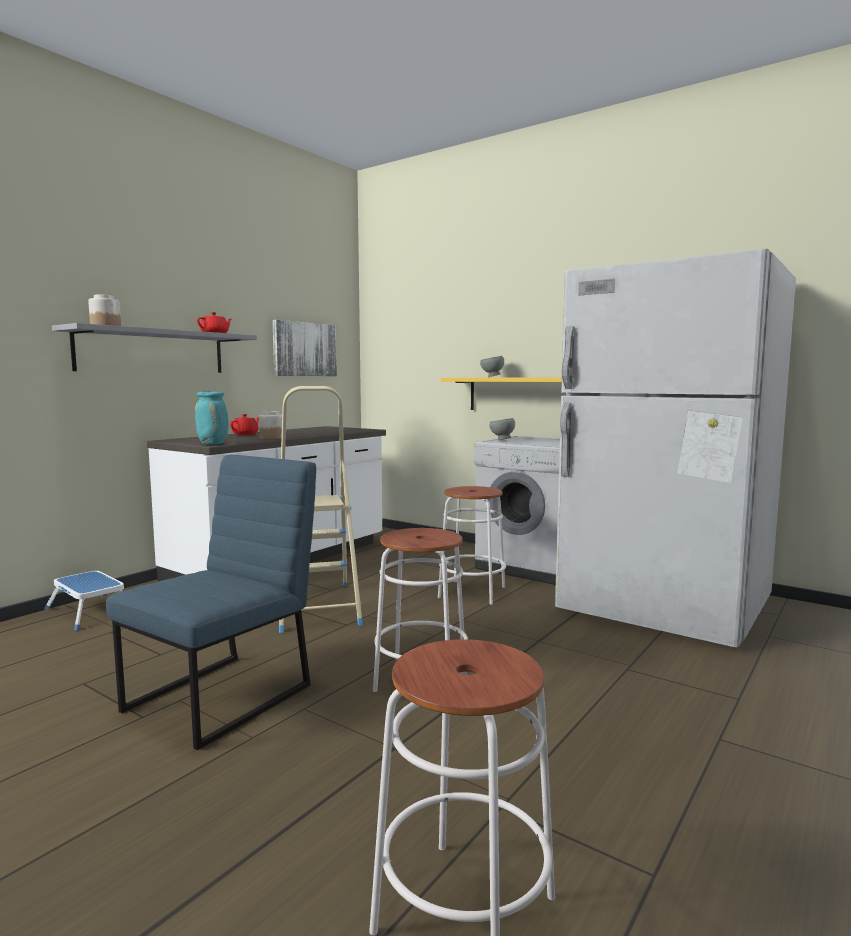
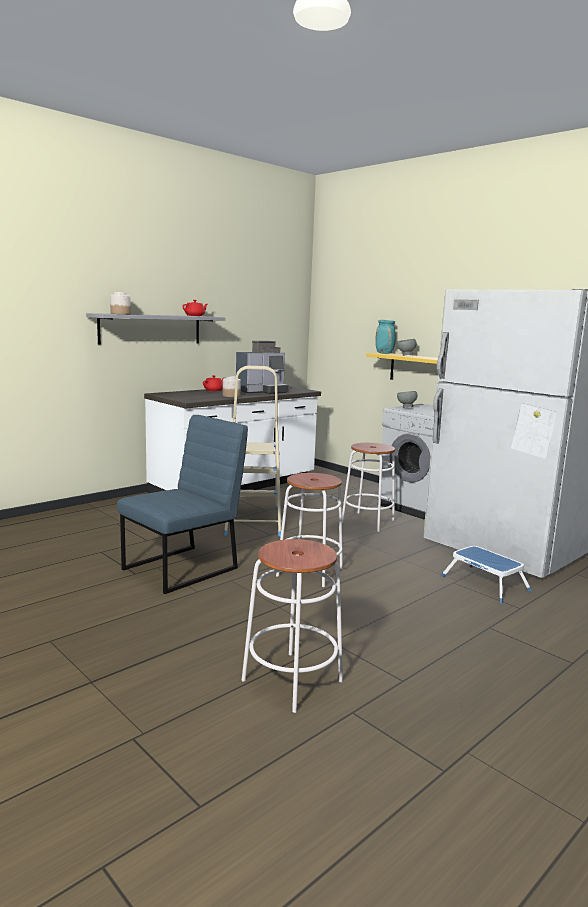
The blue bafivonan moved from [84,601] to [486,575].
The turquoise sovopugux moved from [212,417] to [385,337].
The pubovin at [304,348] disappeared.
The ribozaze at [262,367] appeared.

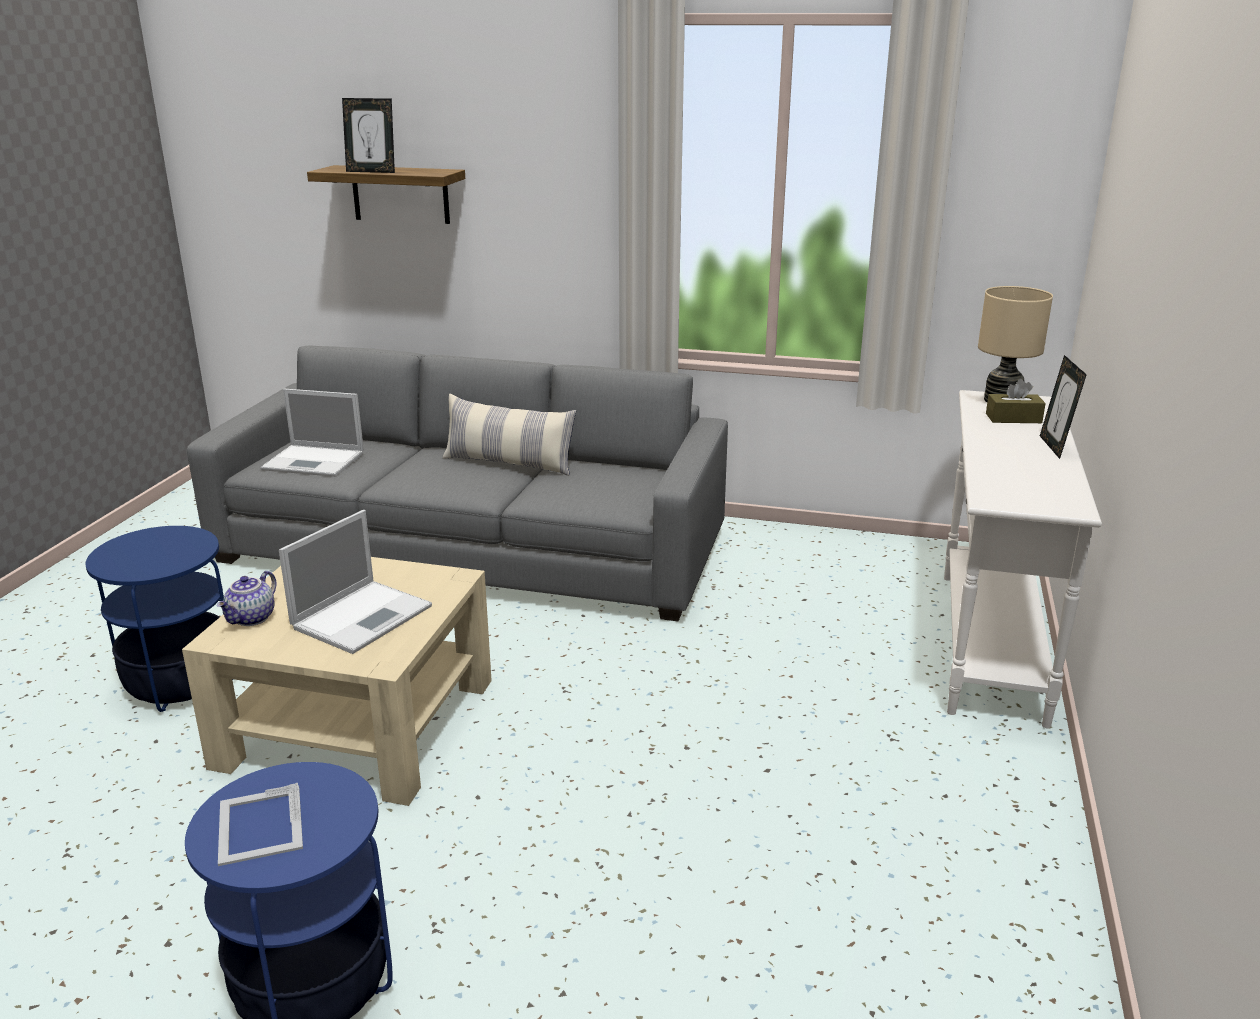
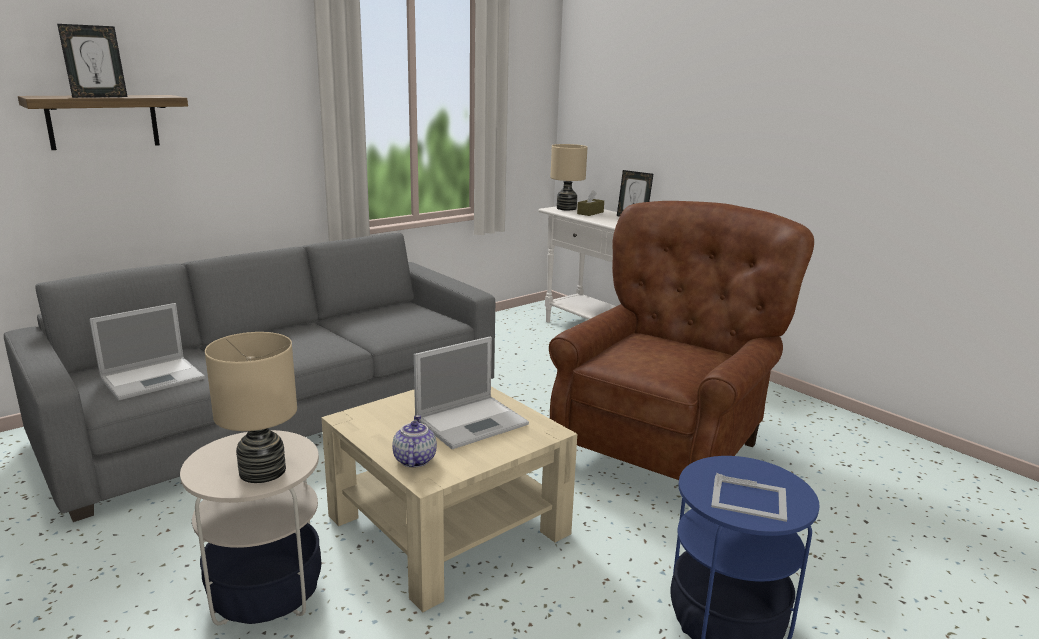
The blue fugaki at [159,619] became the beige fugaki at [250,527].
The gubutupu at [246,598] turned 150 degrees counterclockwise.
The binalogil at [355,582] turned 75 degrees clockwise.
The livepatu at [509,434] disappeared.
The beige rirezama at [251,407] appeared.
The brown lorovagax at [681,340] appeared.

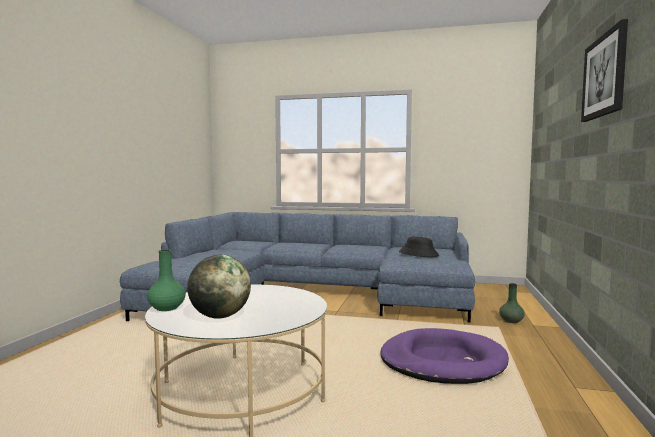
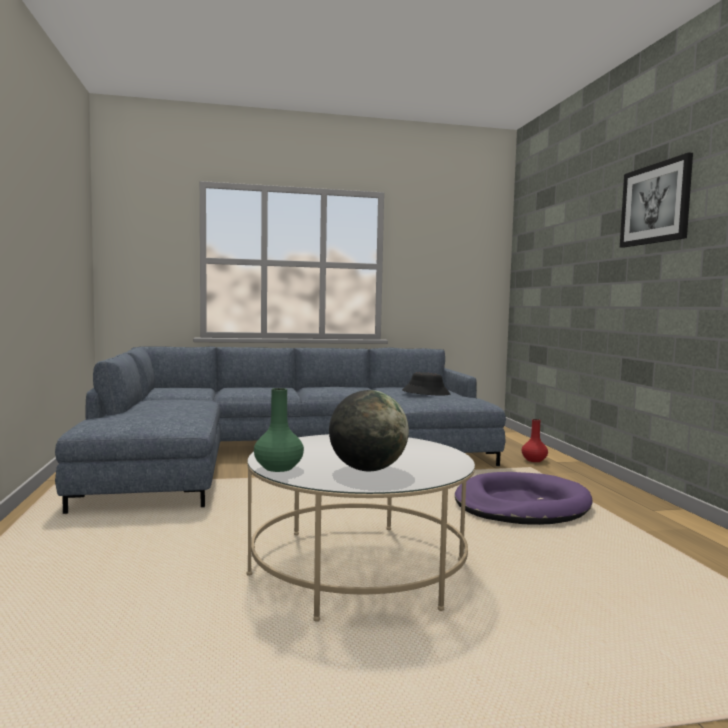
The green sovopugux at [512,303] became the red sovopugux at [534,440].

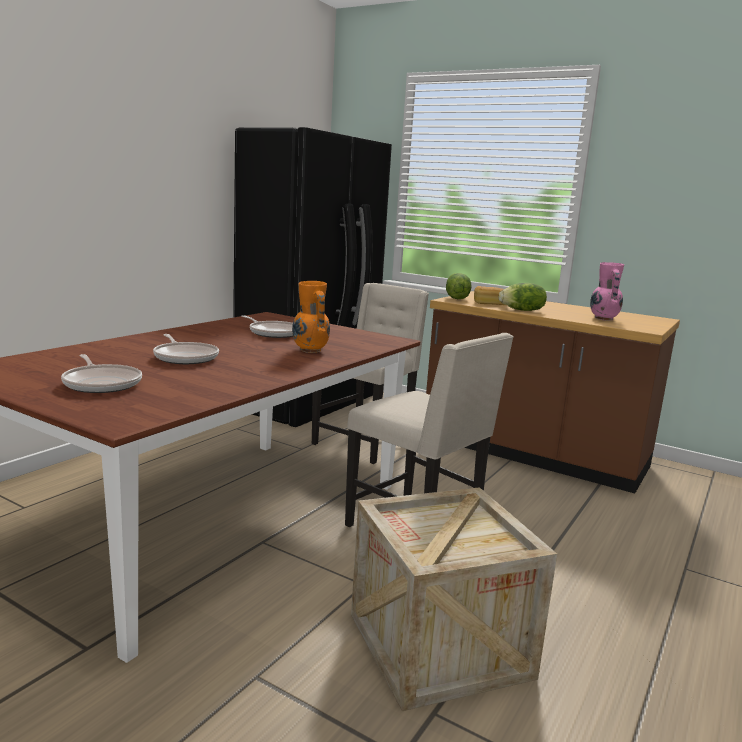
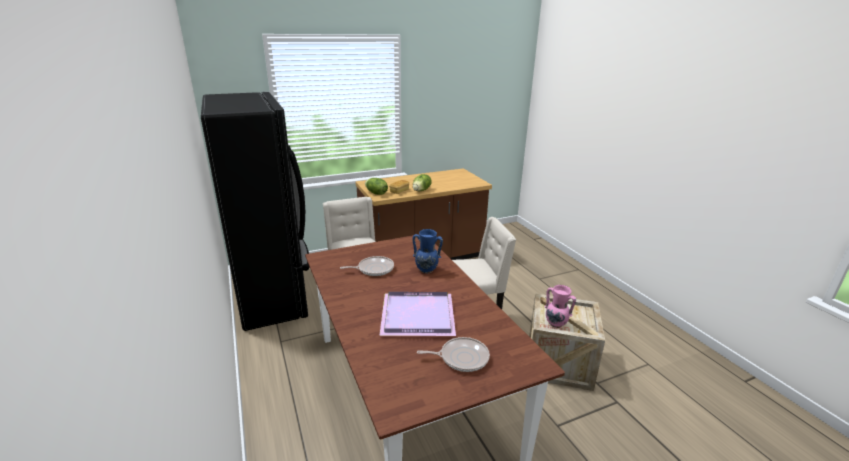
The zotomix at [186,349] was replaced by the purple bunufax at [417,314].
The orange sovopugux at [311,317] became the blue sovopugux at [427,251].
The pink sovopugux moved from [607,291] to [560,306].

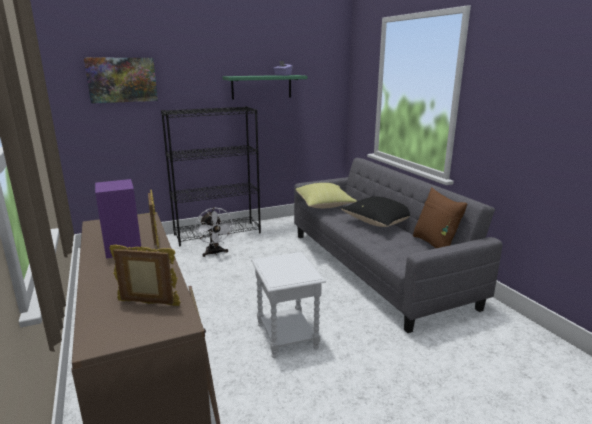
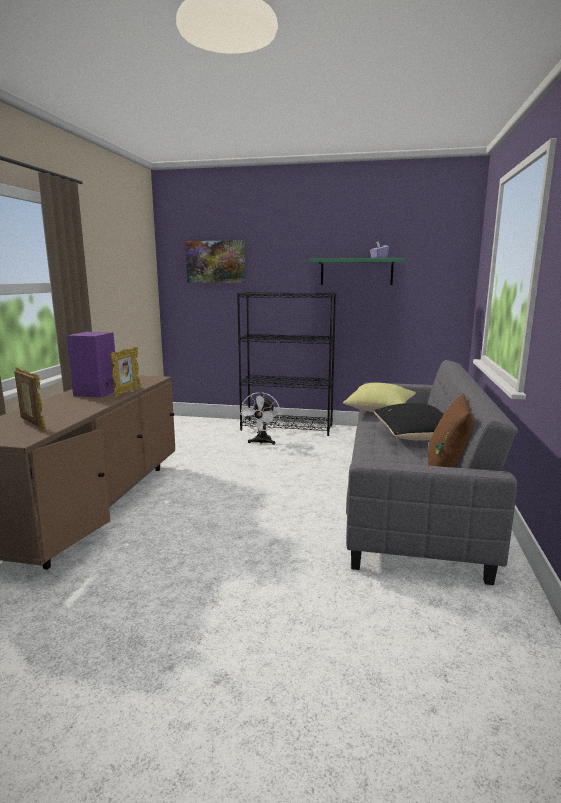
The white fugaki at [288,305] disappeared.

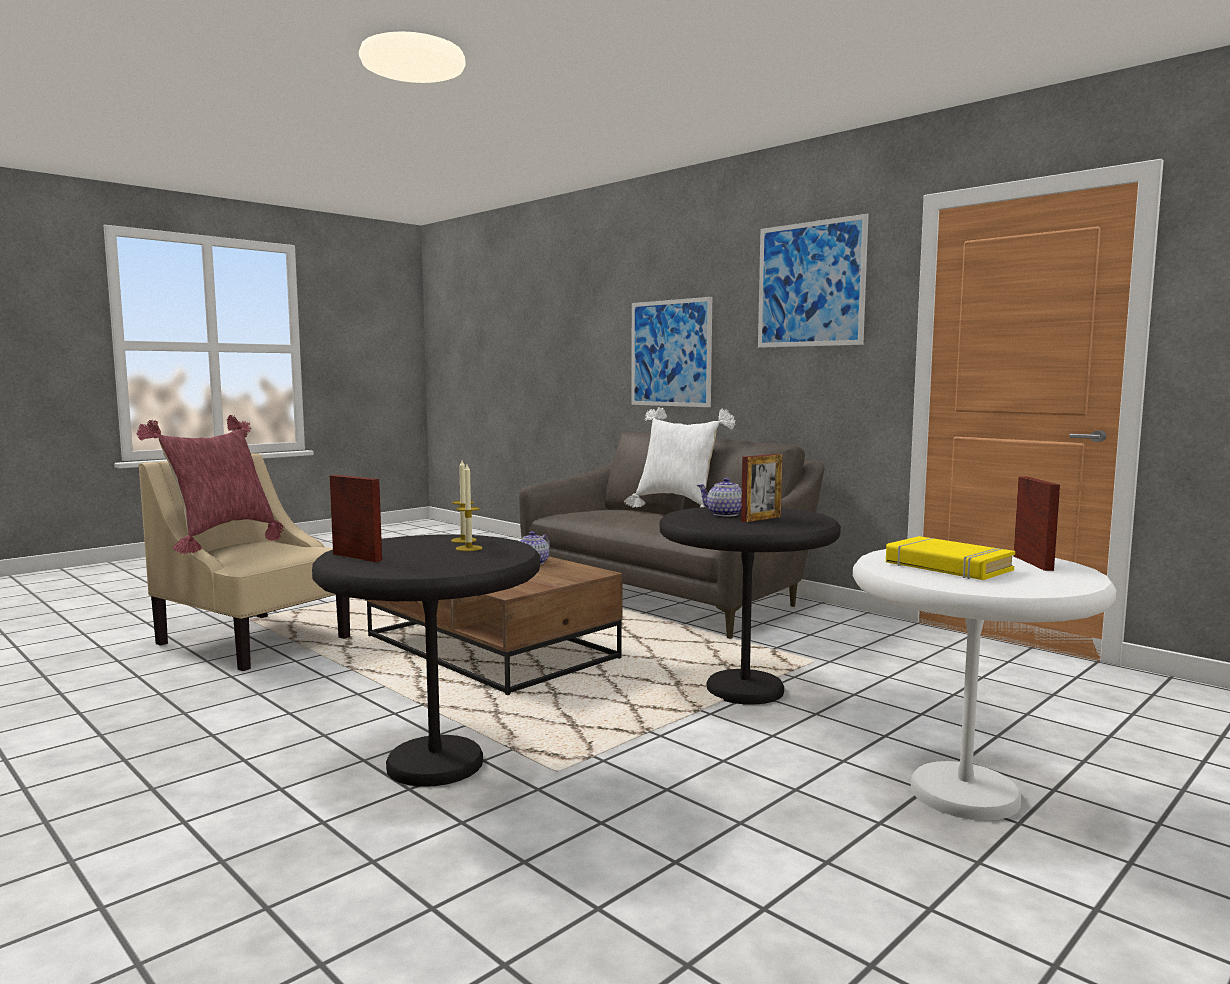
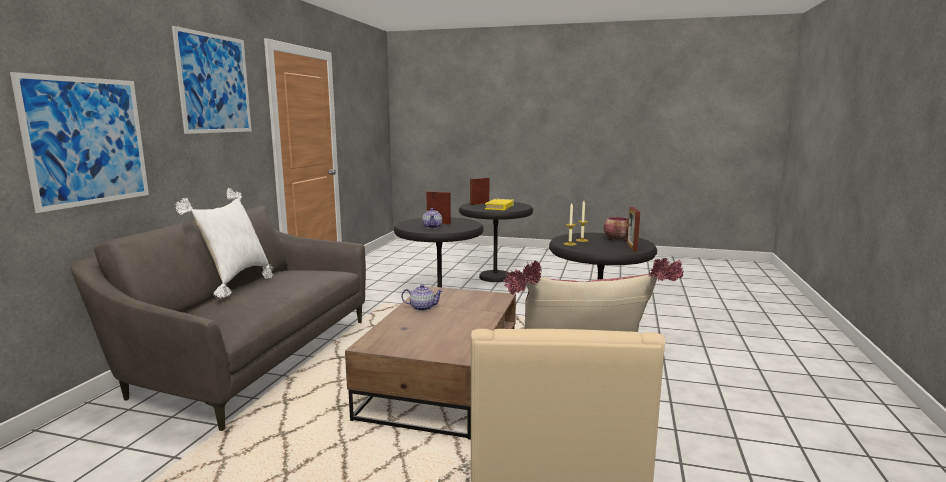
The white fugaki at [984,685] became the black fugaki at [496,242].
The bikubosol at [616,229] appeared.

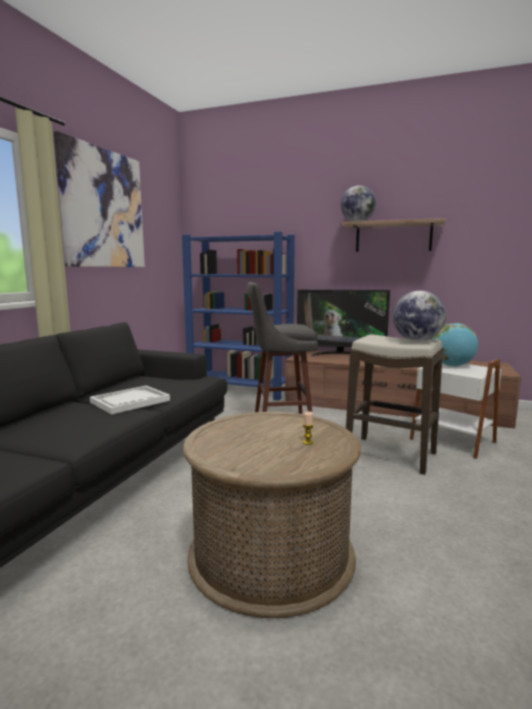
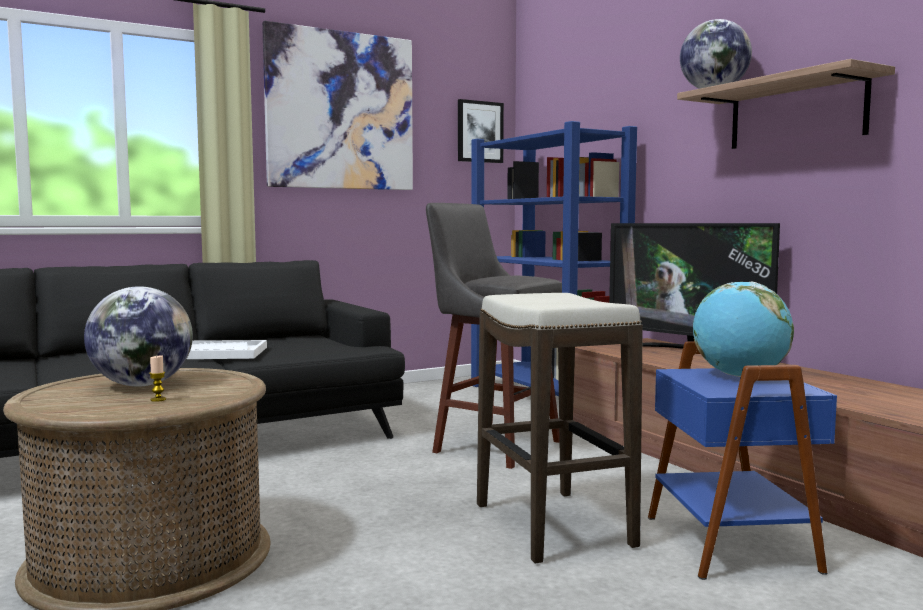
The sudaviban moved from [419,316] to [138,336].
The white fugaki at [456,409] became the blue fugaki at [742,460].
The pubovin at [481,131] appeared.

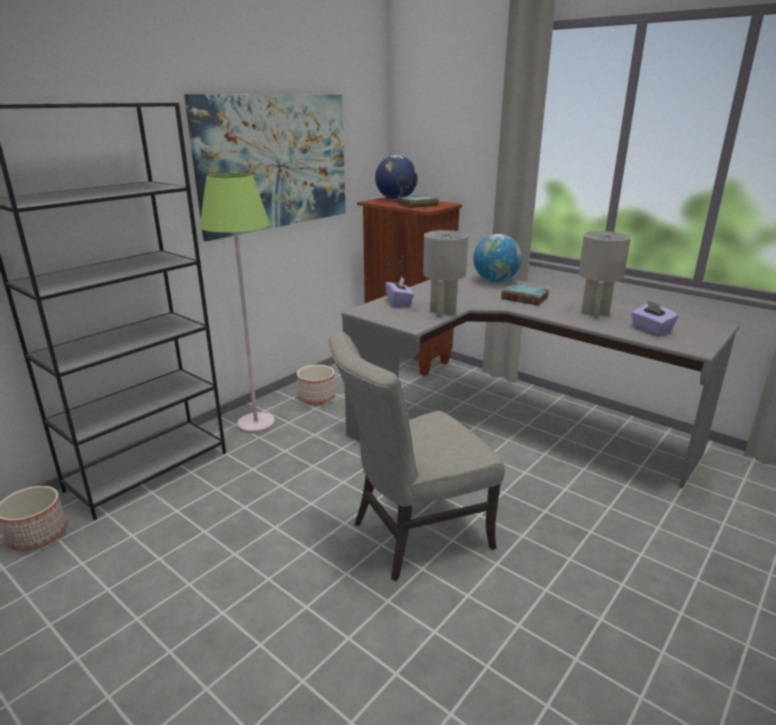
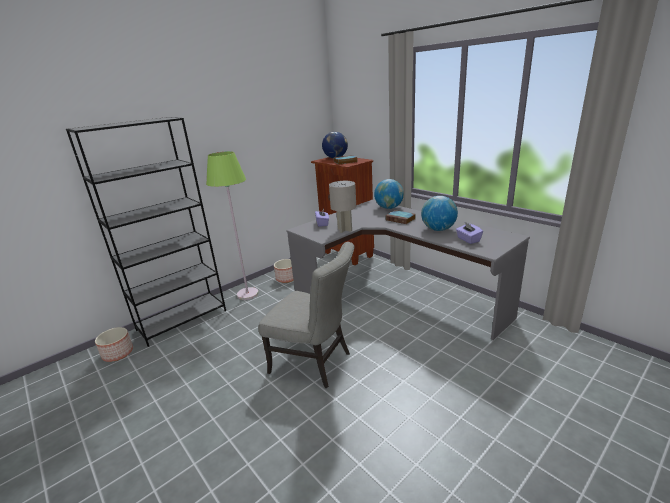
The pubovin at [265,167] disappeared.
The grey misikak at [416,456] turned 135 degrees counterclockwise.
The grey rirezama at [605,275] was replaced by the sudaviban at [439,213].

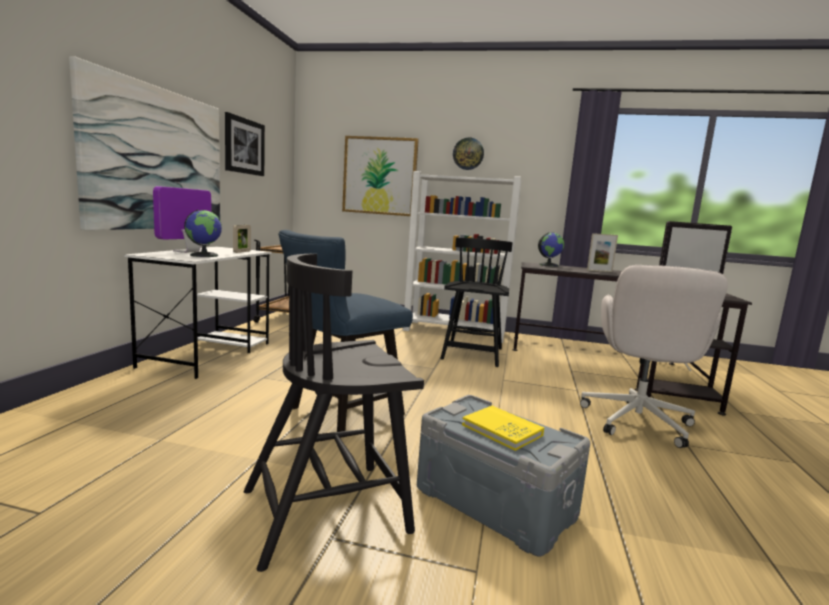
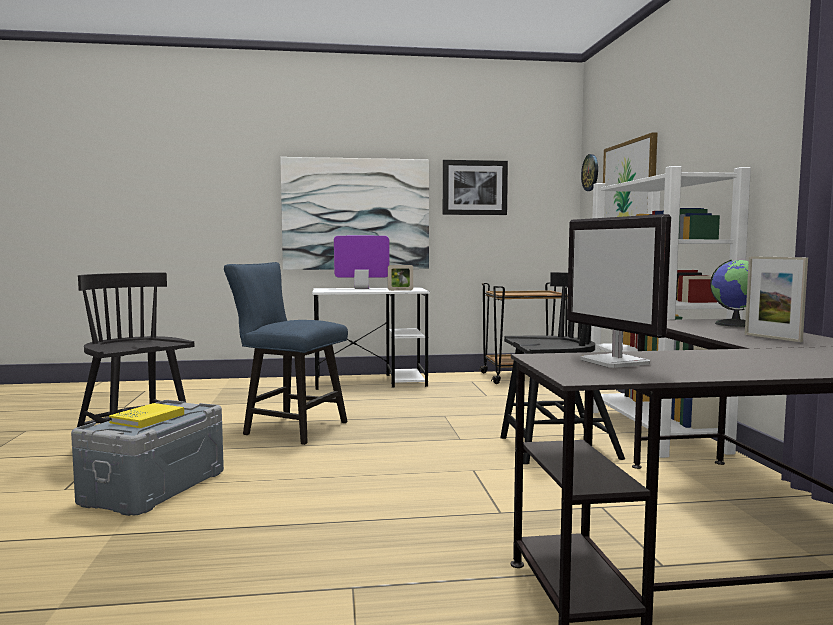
The sudaviban at [203,233] disappeared.
The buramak moved from [468,153] to [589,172].
The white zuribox at [654,356] disappeared.

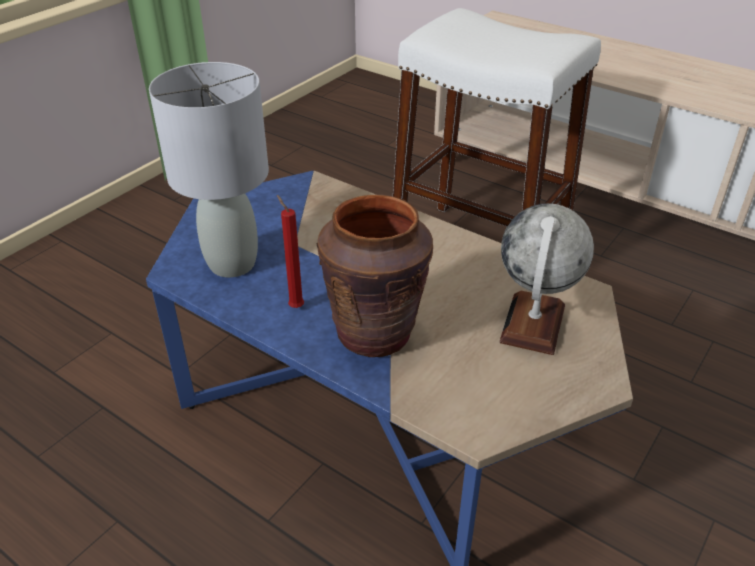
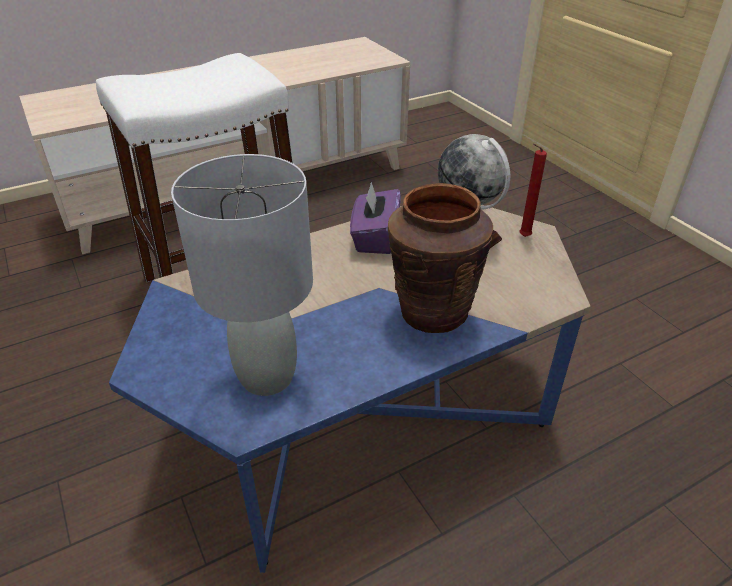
The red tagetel moved from [290,251] to [533,190].
The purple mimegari at [375,218] appeared.

